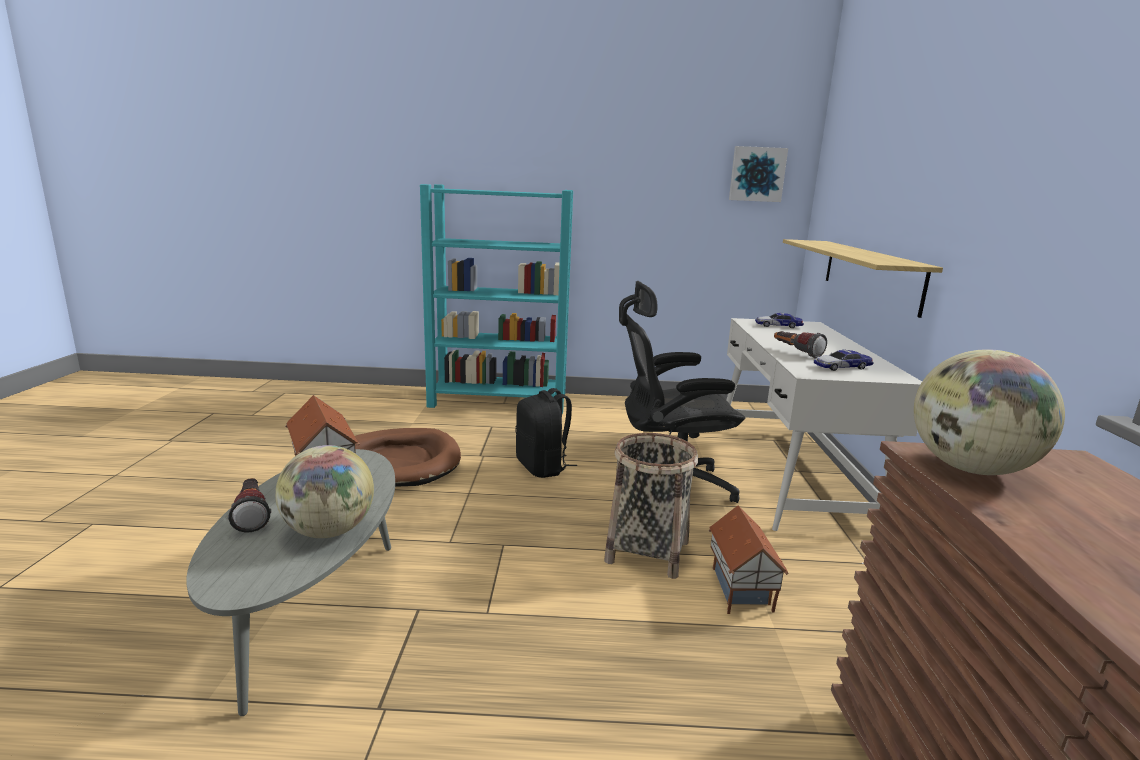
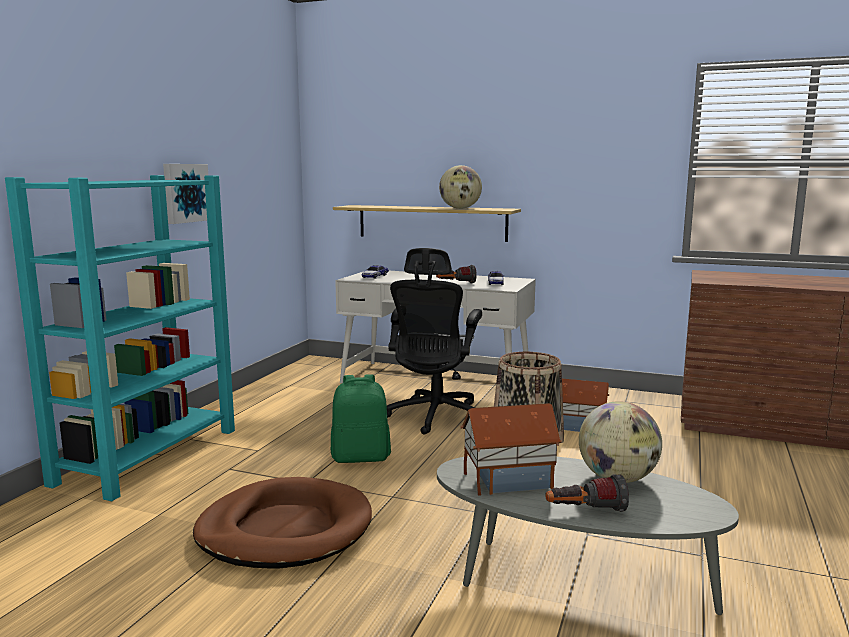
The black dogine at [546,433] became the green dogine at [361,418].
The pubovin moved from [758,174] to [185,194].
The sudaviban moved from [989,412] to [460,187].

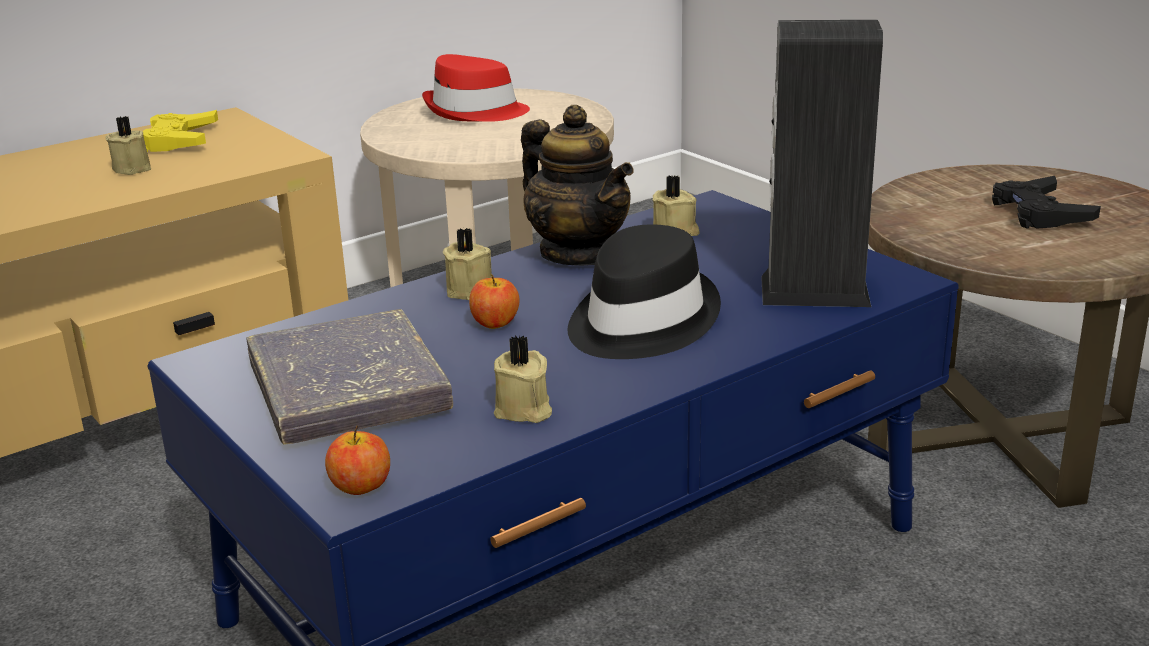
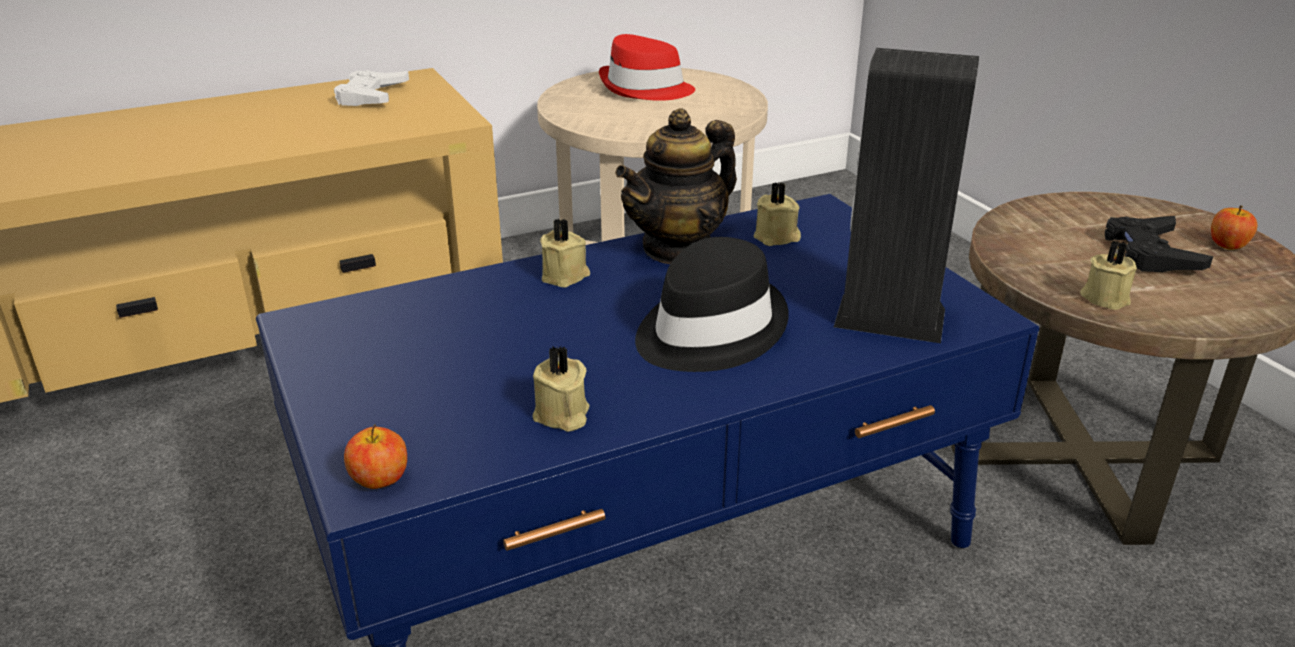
The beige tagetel moved from [128,145] to [1108,275].
The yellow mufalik at [180,131] became the white mufalik at [371,88].
The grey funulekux at [349,377] disappeared.
The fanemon moved from [494,301] to [1234,227].
The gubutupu at [577,185] turned 75 degrees clockwise.

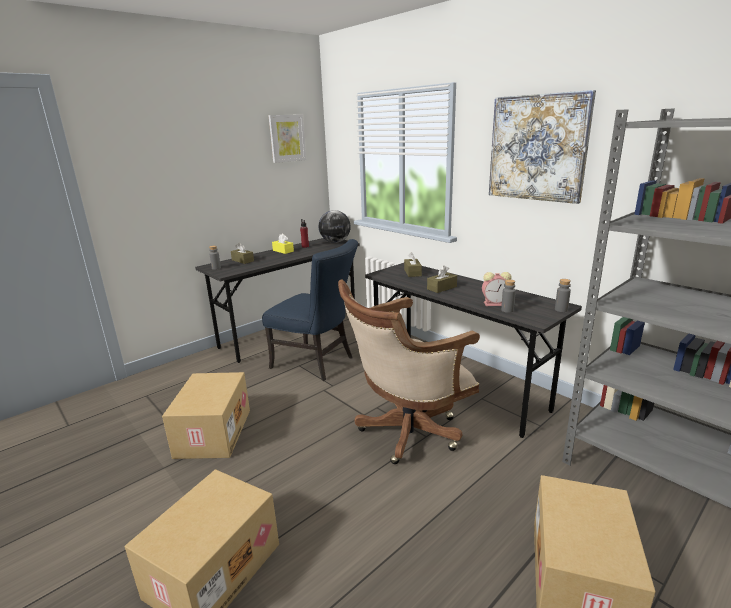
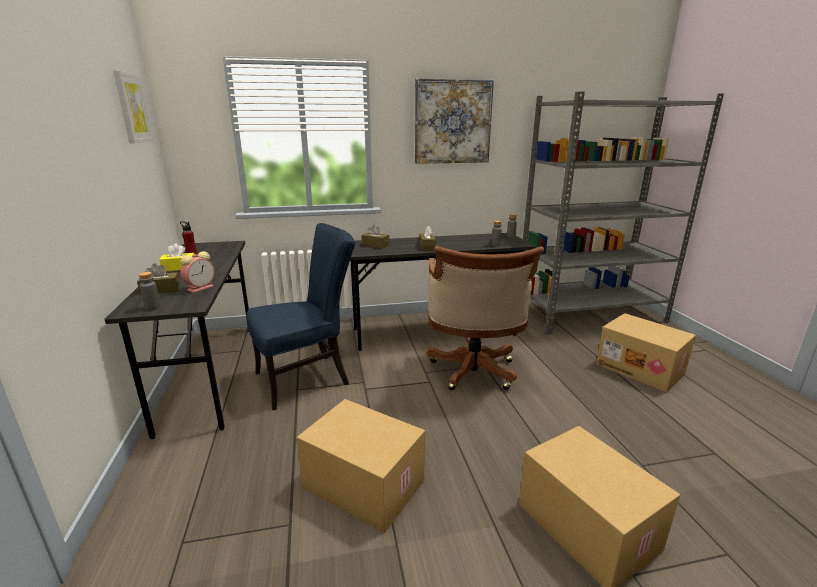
The sudaviban at [335,226] disappeared.
The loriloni moved from [497,289] to [197,272].

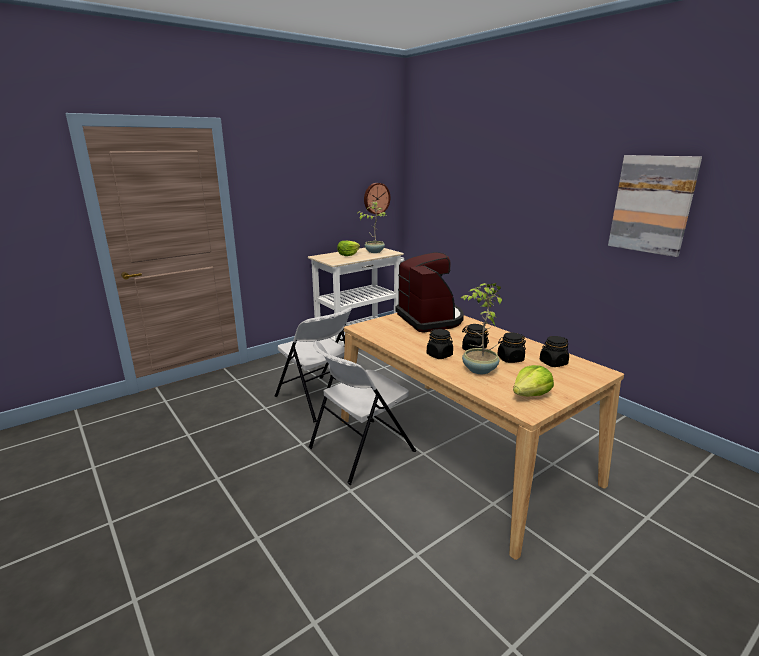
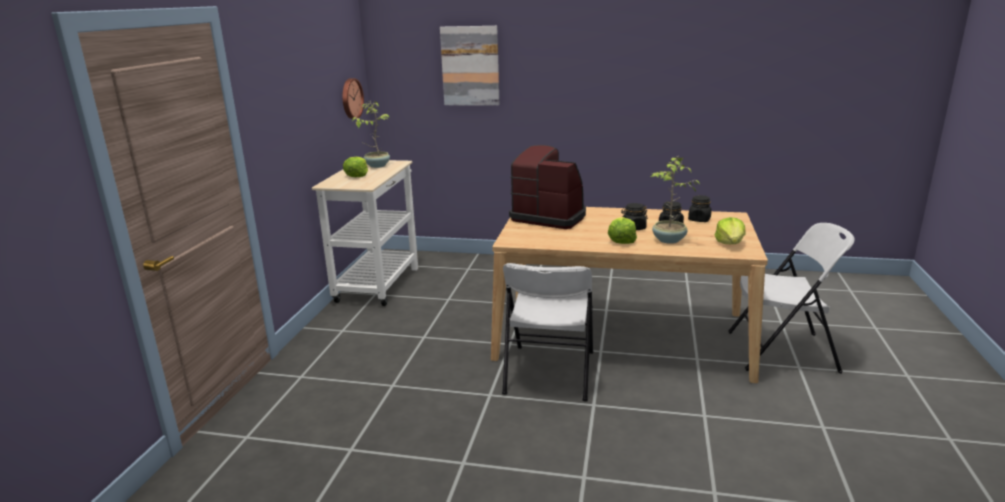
The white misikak moved from [313,365] to [791,298].
The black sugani at [440,344] was replaced by the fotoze at [622,230].
The pubovin moved from [655,206] to [470,66].

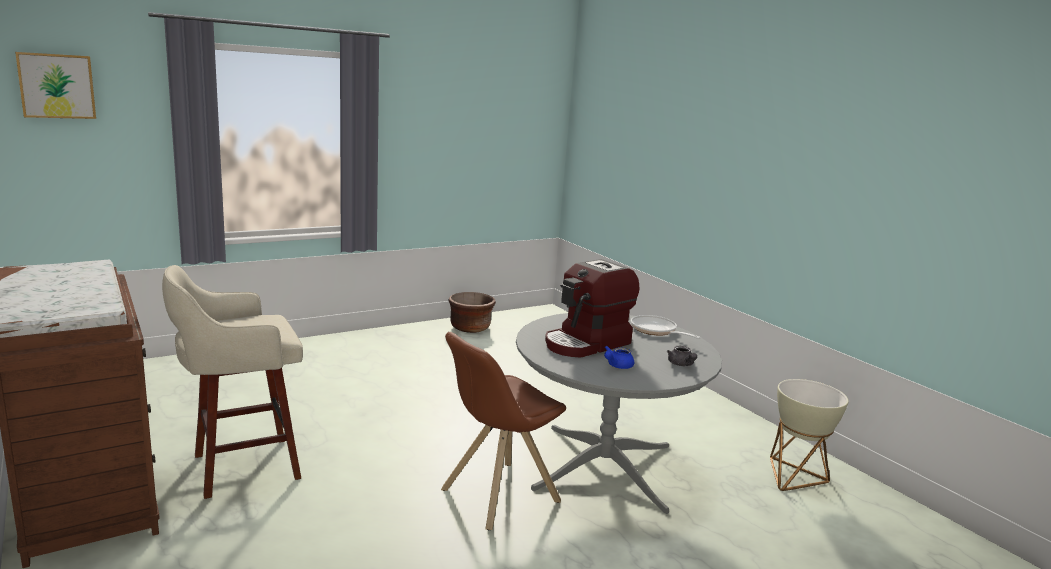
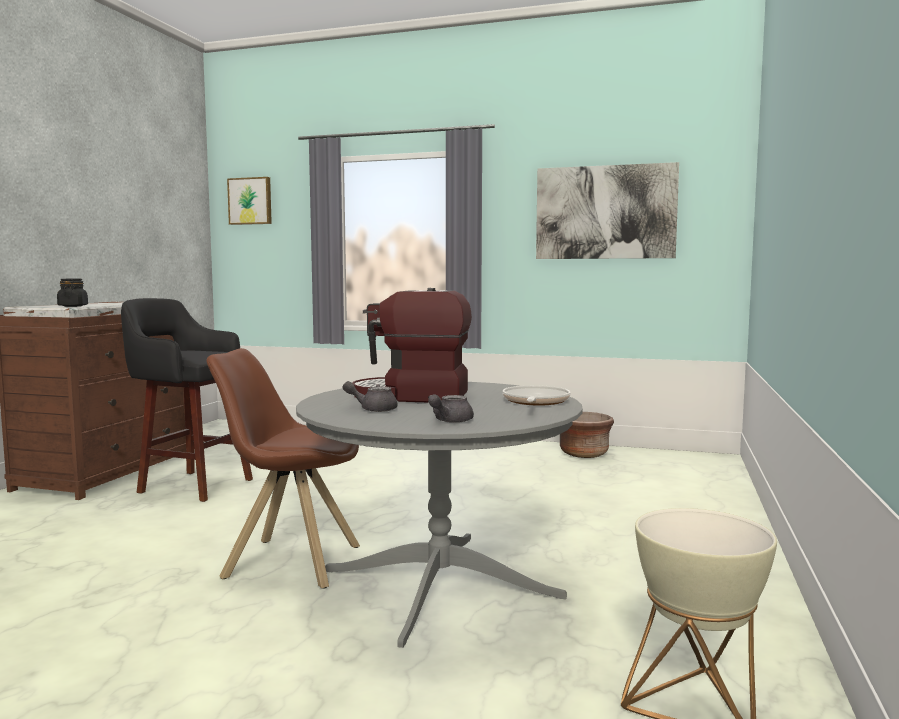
The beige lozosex at [232,382] became the black lozosex at [187,400].
The blue gubutupu at [619,357] became the grey gubutupu at [370,396].
The black sugani at [72,293] appeared.
The pubovin at [607,210] appeared.

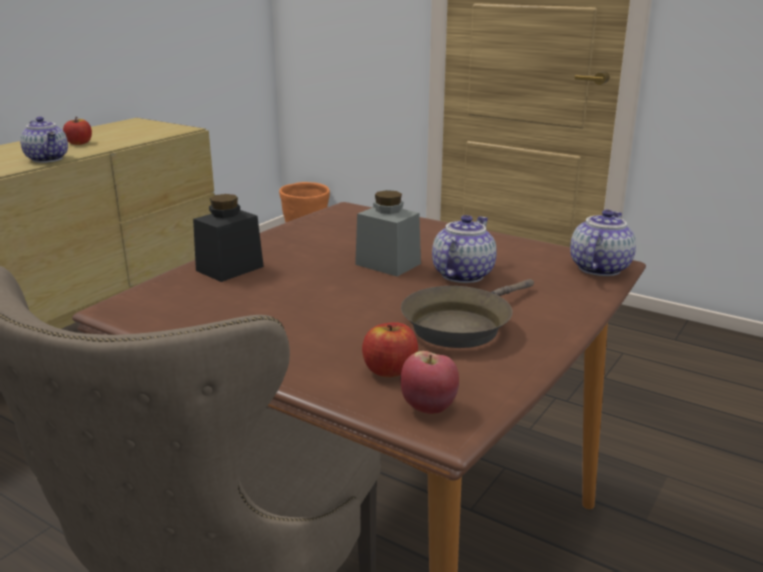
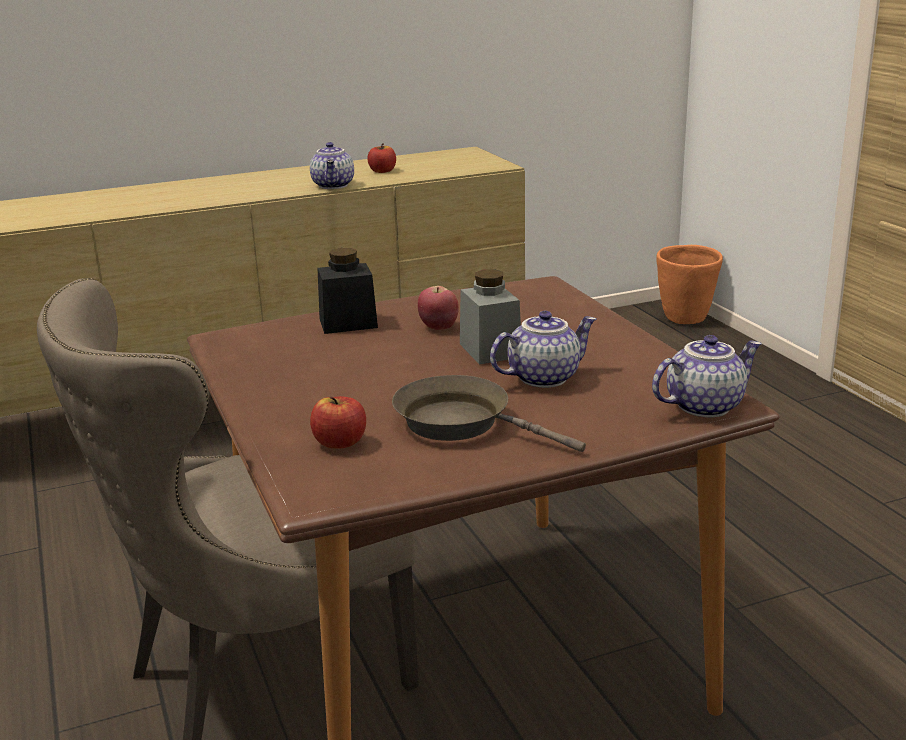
The fanemon moved from [429,382] to [438,308].
The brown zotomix at [467,313] turned 45 degrees clockwise.

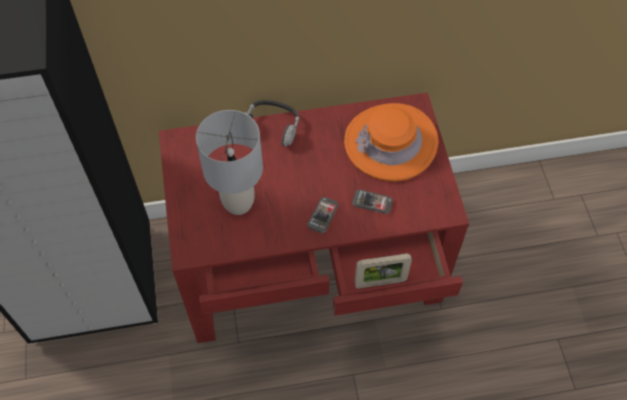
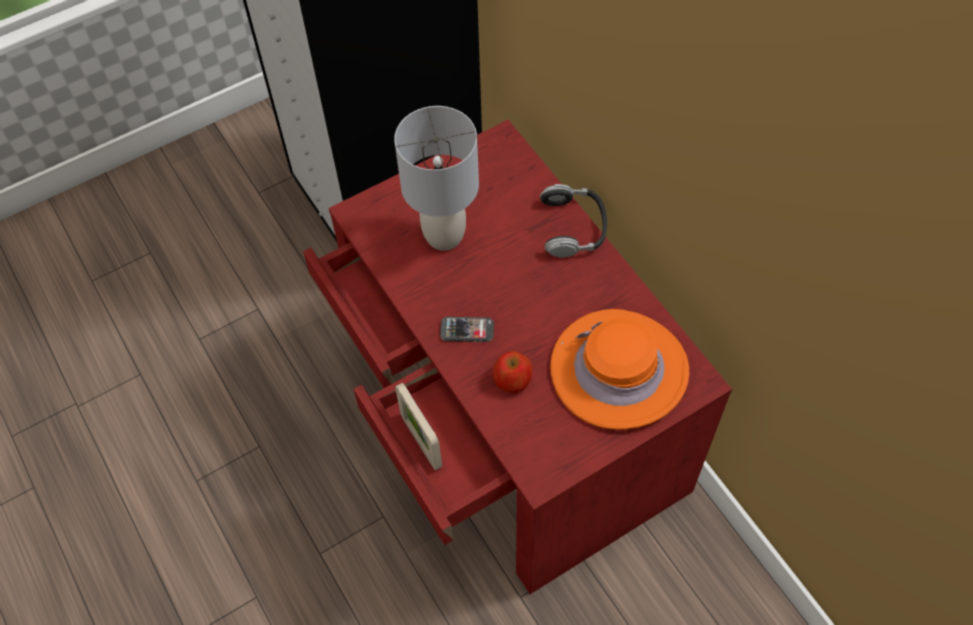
The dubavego at [372,201] was replaced by the fanemon at [512,372].

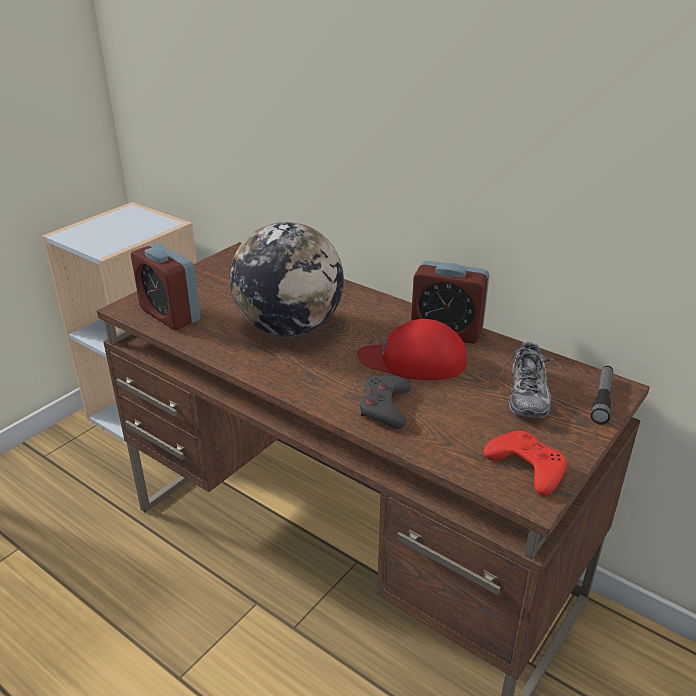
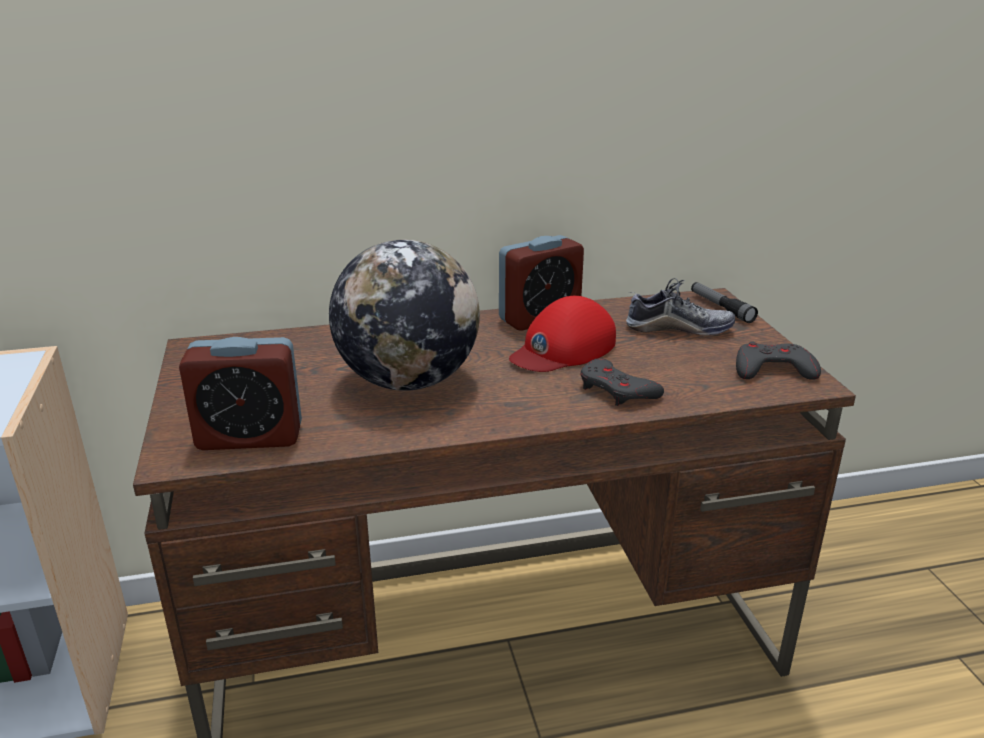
The red mufalik at [525,463] became the grey mufalik at [778,360].
The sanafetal at [532,380] turned 45 degrees counterclockwise.

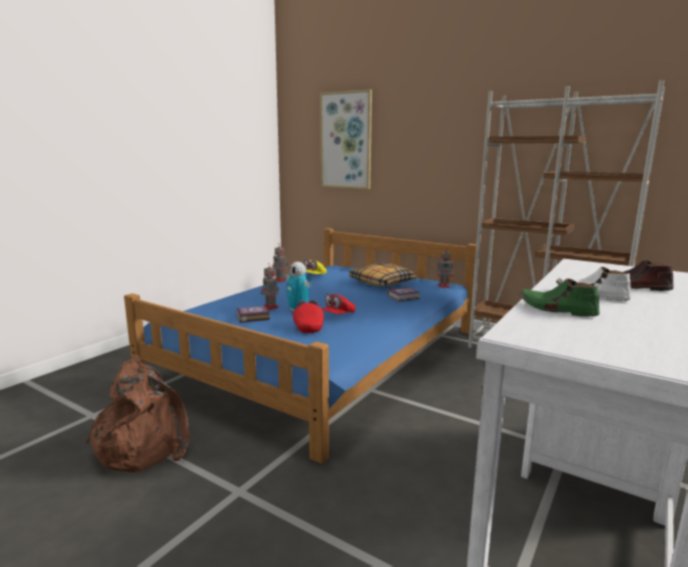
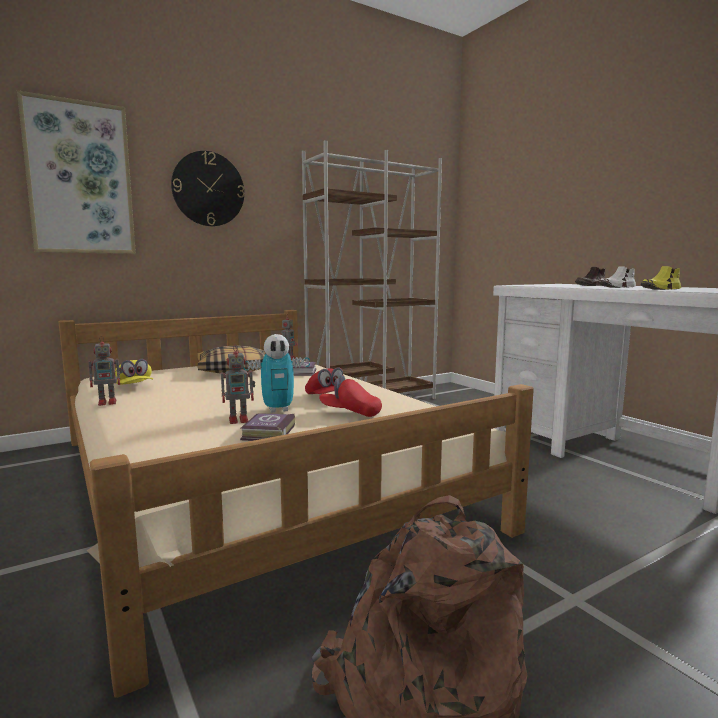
The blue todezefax at [300,346] became the beige todezefax at [296,504].
The green sanafetal at [559,298] became the yellow sanafetal at [660,278].
The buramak at [208,188] appeared.

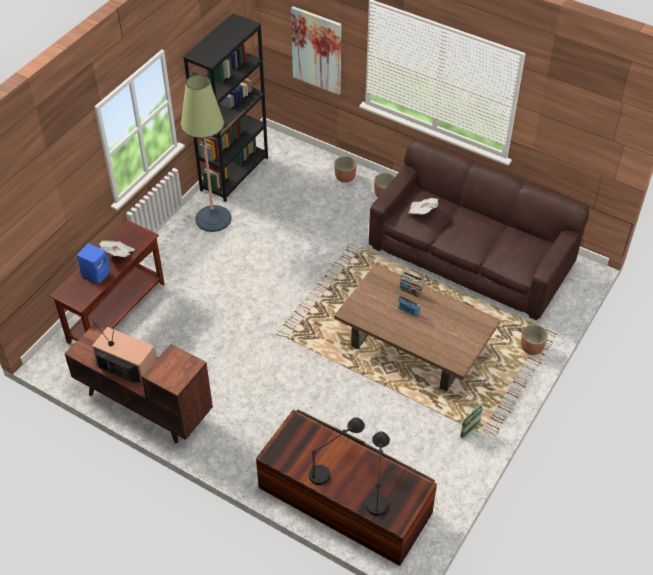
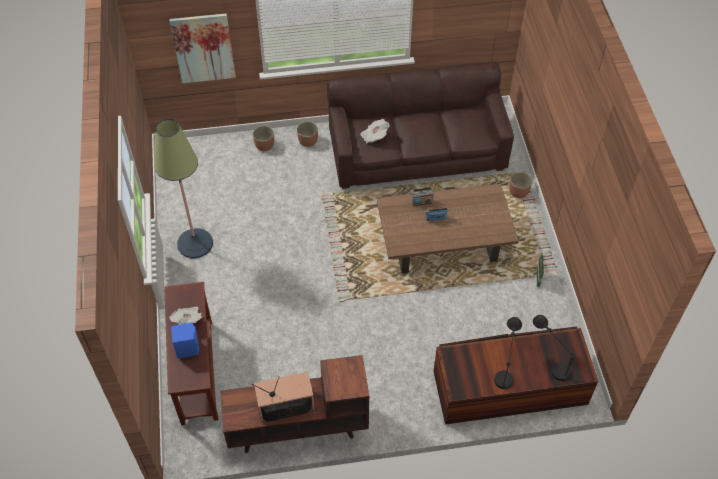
The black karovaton at [225,107] disappeared.

